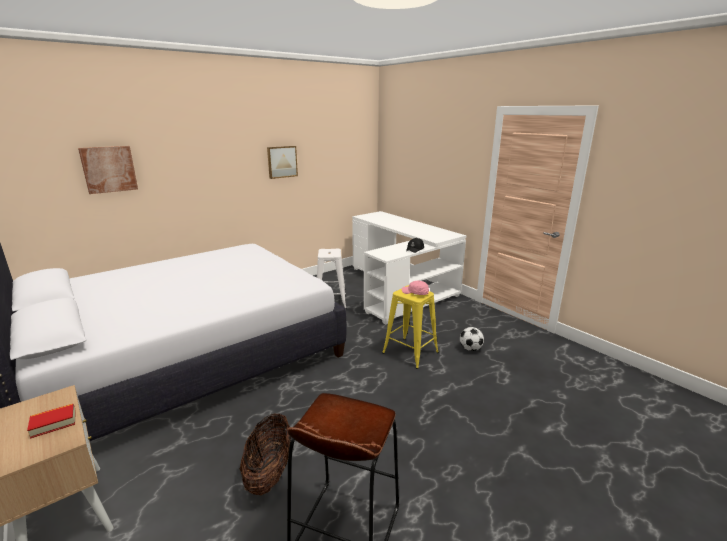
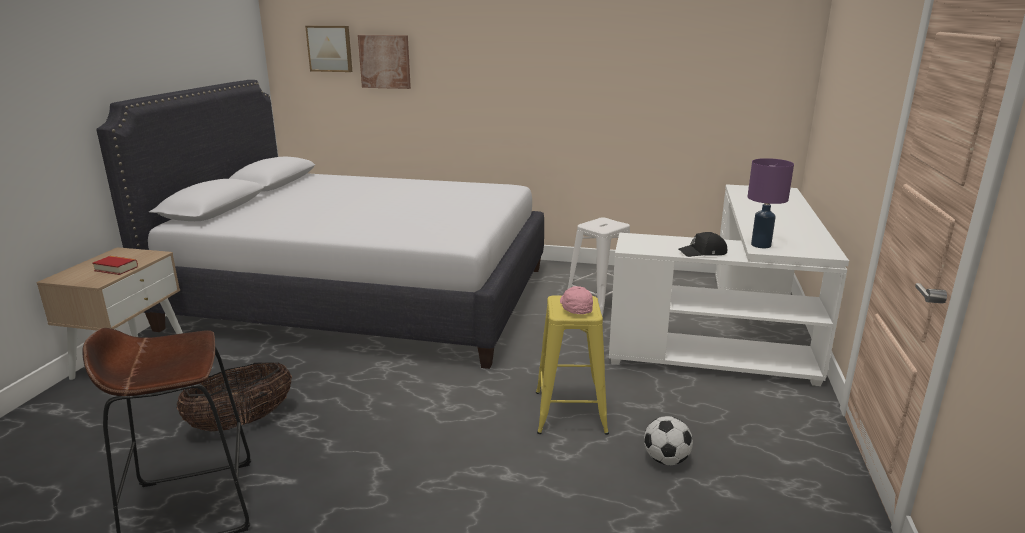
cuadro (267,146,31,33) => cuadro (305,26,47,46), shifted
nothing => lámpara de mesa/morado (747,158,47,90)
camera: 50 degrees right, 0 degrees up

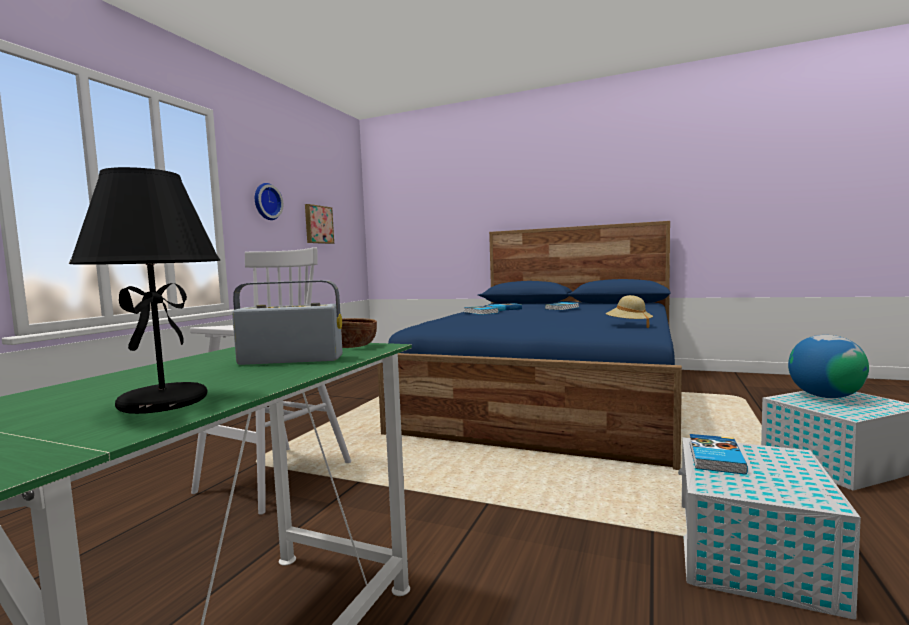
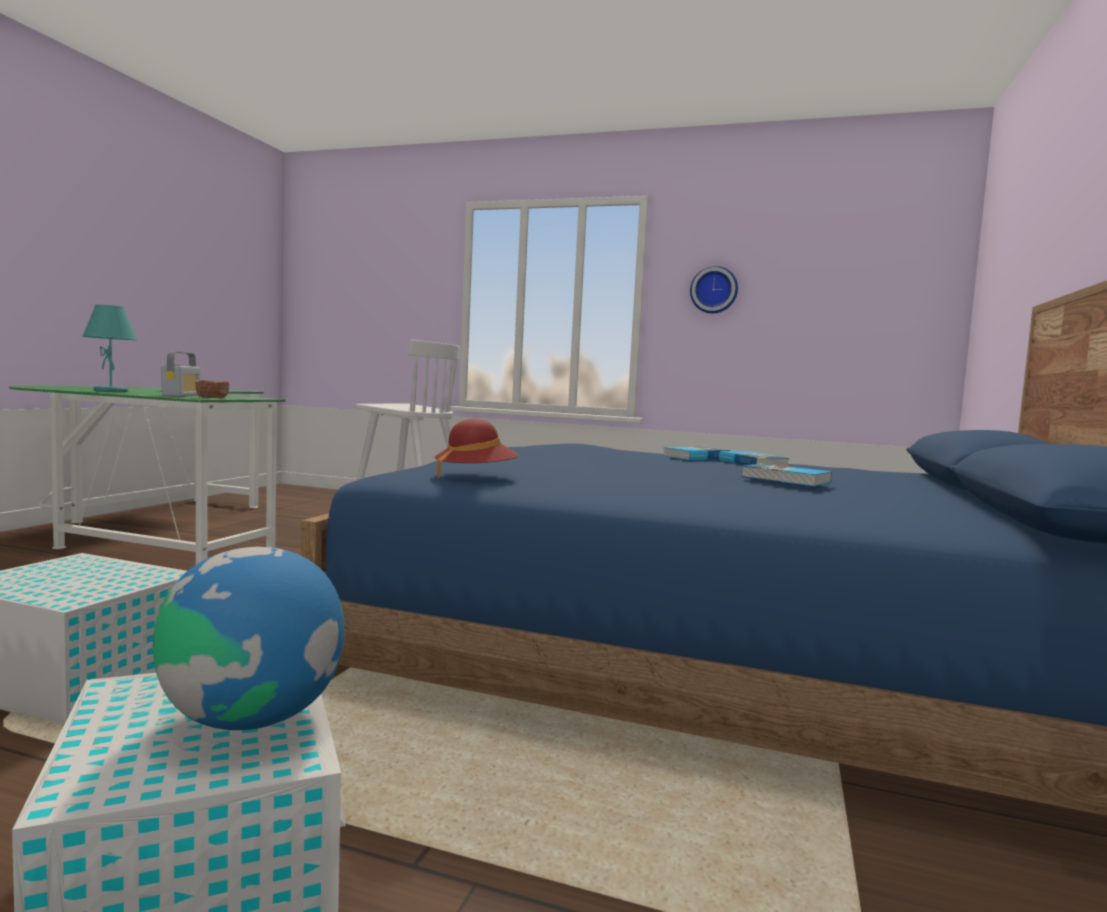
lámpara de mesa/negro (69,167,151,247) => lámpara de mesa/turquesa (82,305,55,87)
cuadro (305,204,29,40) => nothing
sombrero/beis (606,295,47,33) => sombrero/rojo (434,419,85,60)
libro (690,434,58,41) => nothing
camera: 85 degrees right, 0 degrees up

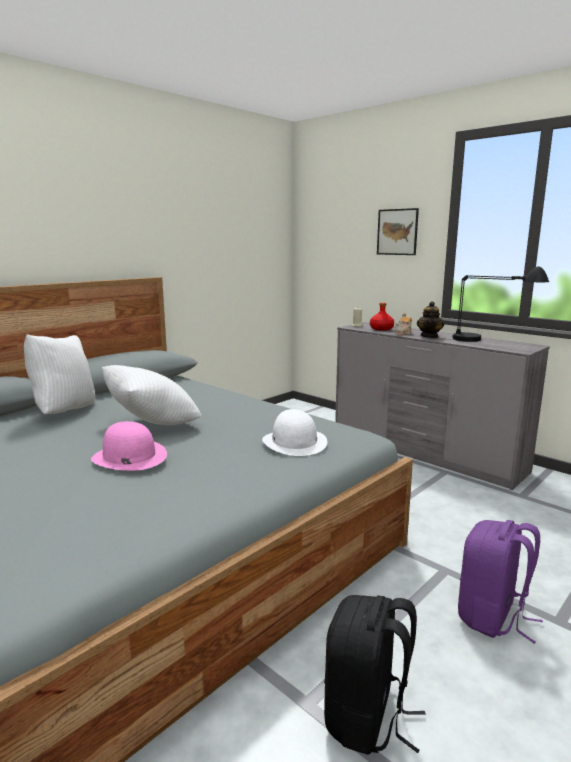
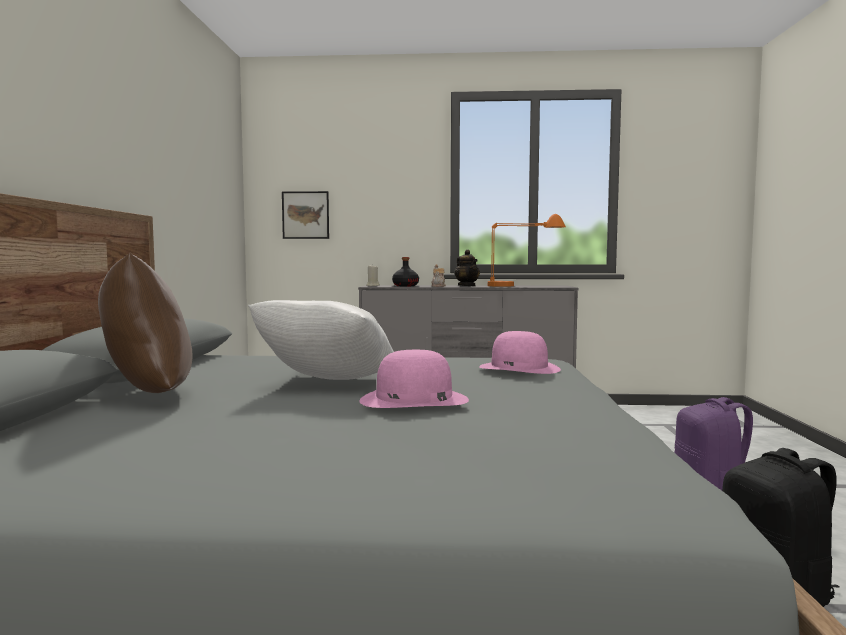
cuadro (377,208,42,47) => cuadro (282,191,47,48), shifted
lámpara de mesa/negro (452,267,97,75) => lámpara de mesa/naranja (488,214,78,73)
botella/rojo (370,303,24,28) => botella/negro (392,257,27,29)
cojín/blanco (24,334,71,80) => cojín/marrón (98,252,95,141)
sombrero/blanco (262,409,65,47) => sombrero/rosa (479,331,82,43)
camera: 40 degrees left, 10 degrees down

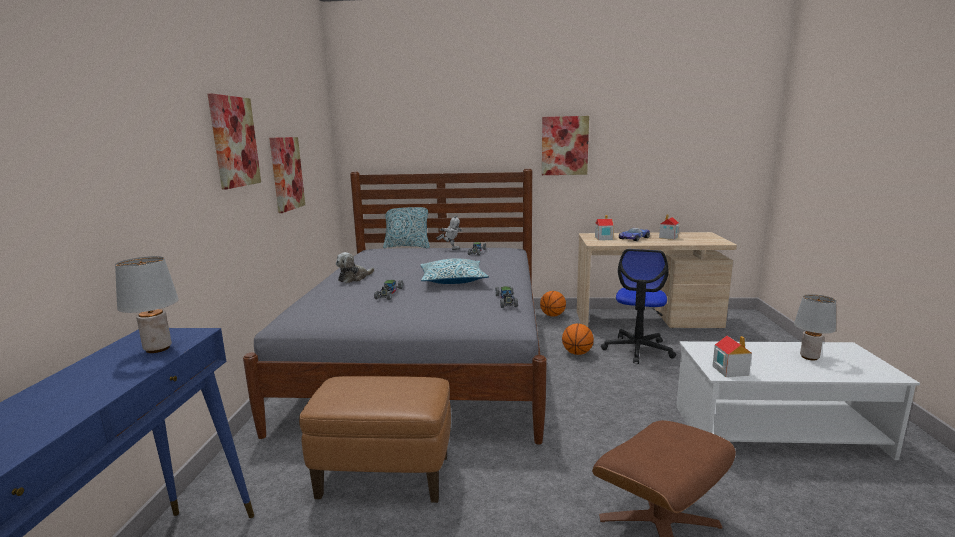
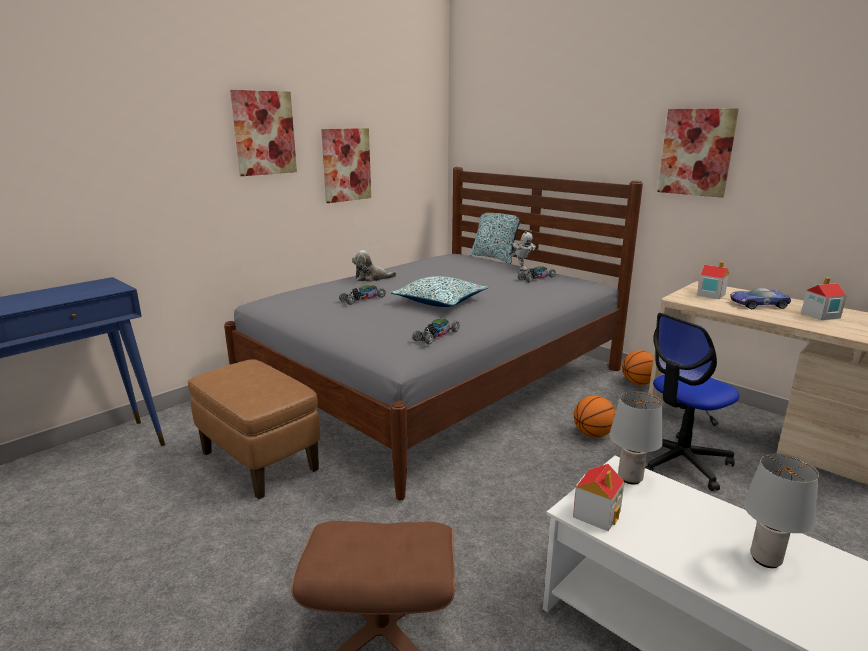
lámpara de mesa/gris (115,256,64,97) => lámpara de mesa/gris (610,391,53,93), shifted
camera: 40 degrees right, 5 degrees up

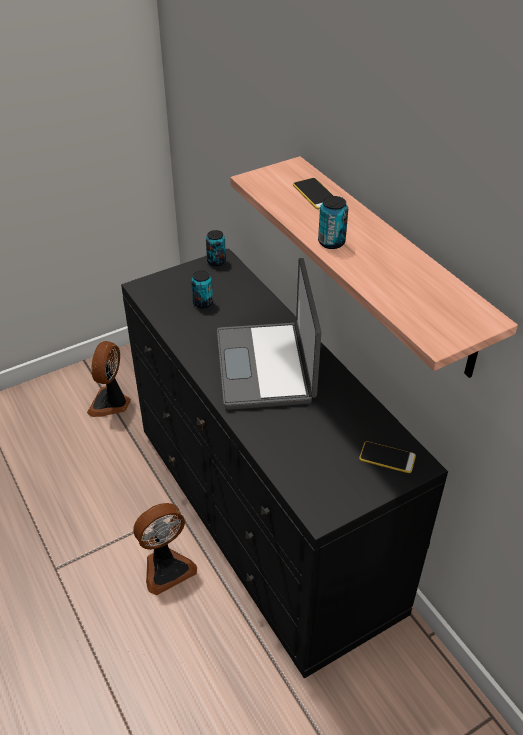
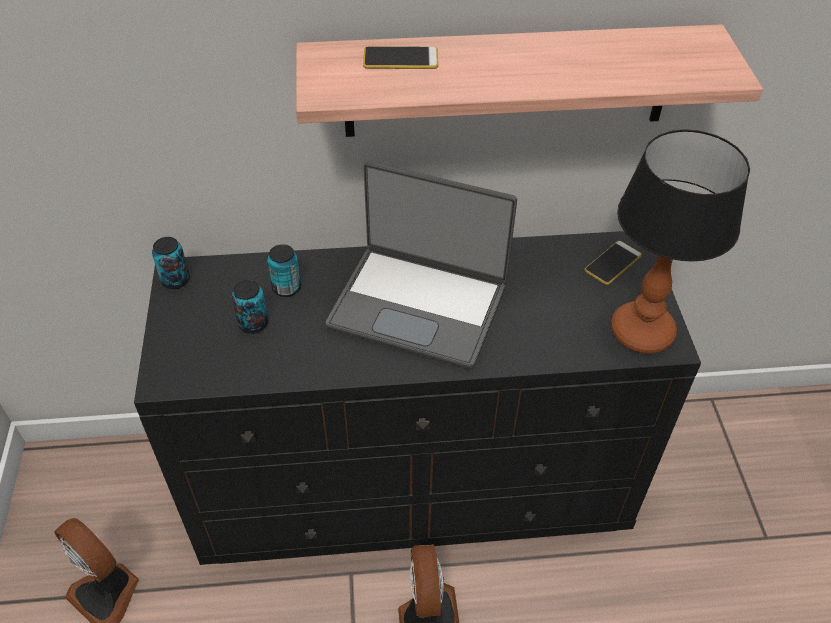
lata (318,196,30,53) => lata (267,244,34,53), shifted
nothing => lámpara de mesa (611,129,139,225)
camera: 65 degrees left, 5 degrees up

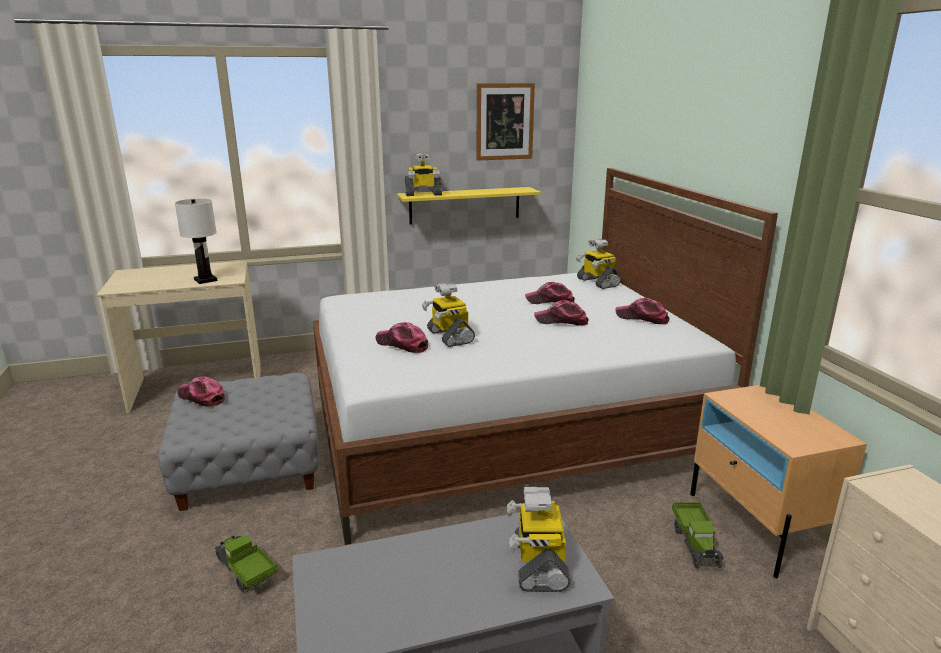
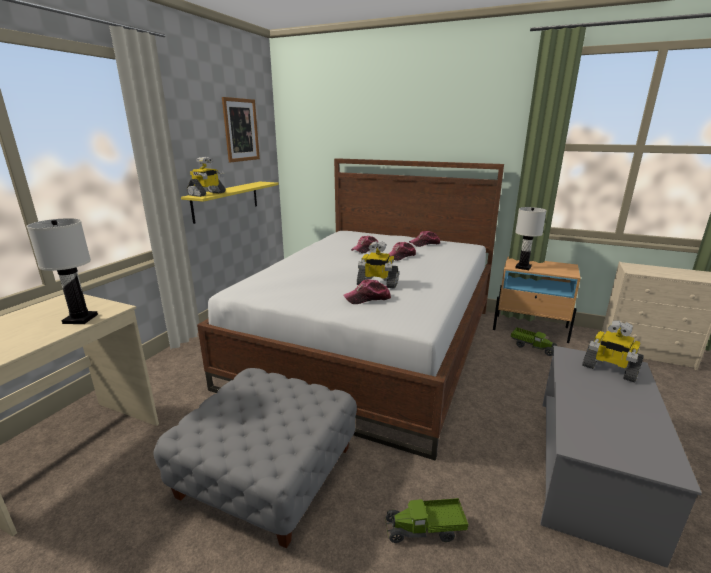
robot de juguete (576,239,45,50) => nothing
gorra (177,376,48,31) => nothing
nothing => lámpara de mesa/blanco (515,207,32,63)
camera: 50 degrees left, 0 degrees up

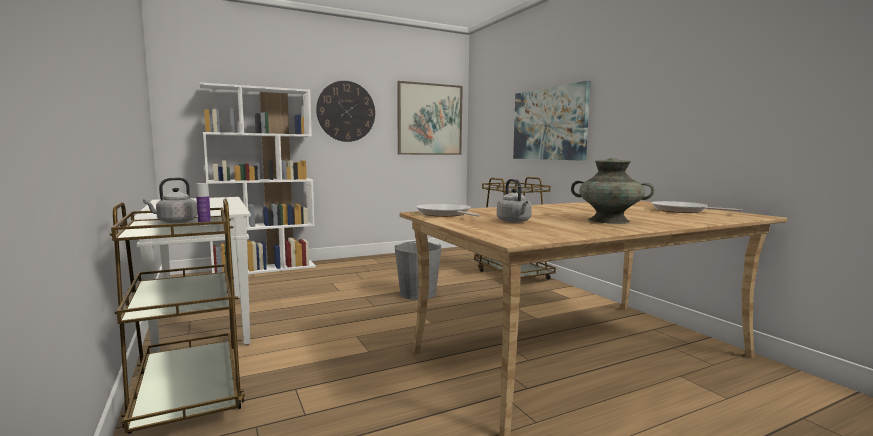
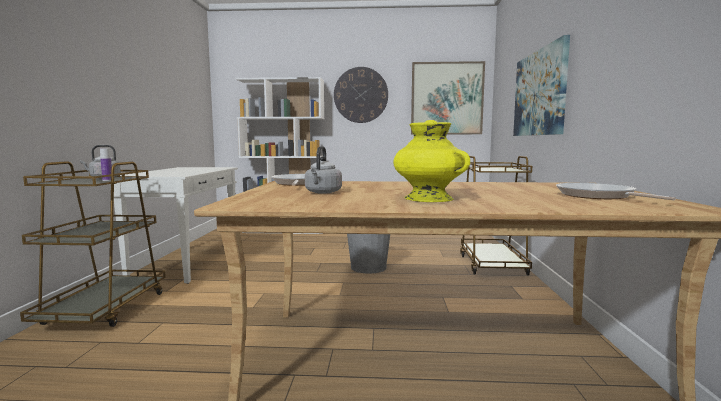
florero/turquesa (571,158,84,66) => florero/amarillo (393,120,77,82)
camera: 30 degrees right, 0 degrees up

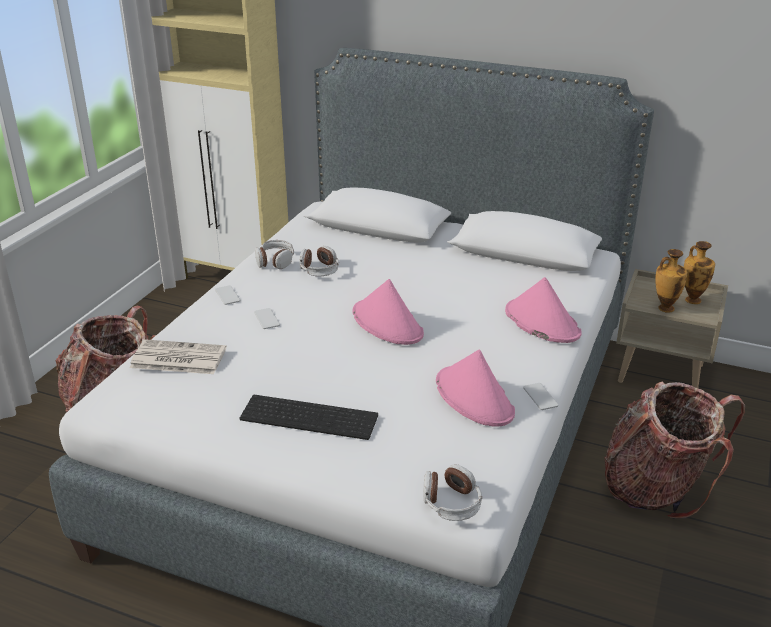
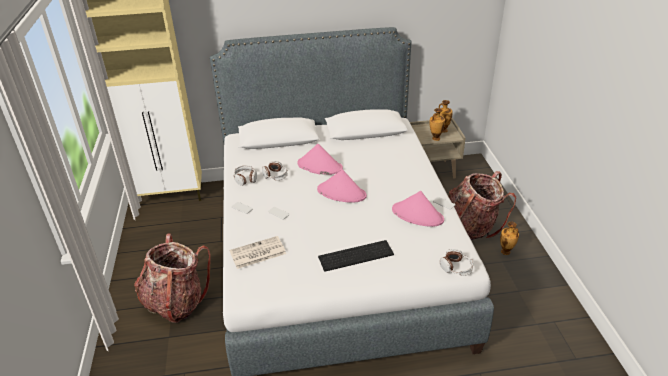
sombrero/rosa (505,277,77,66) => sombrero/rosa (298,144,45,31), shifted
nothing => florero (500,222,19,33)
camera: 30 degrees left, 5 degrees up

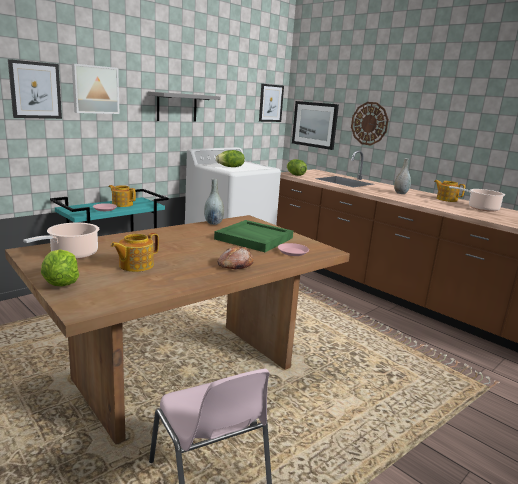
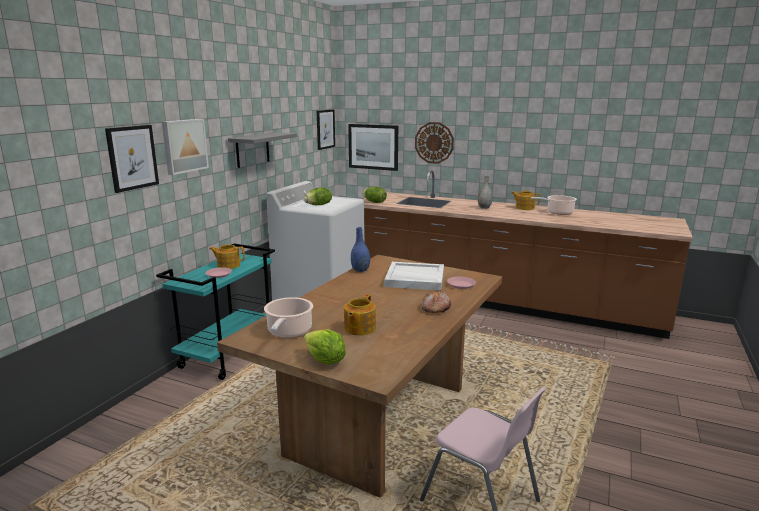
florero/gris (204,179,20,46) => florero/azul (351,227,19,45)
bandeja/verde (214,220,79,32) => bandeja/blanco (384,262,60,28)
camera: 20 degrees left, 0 degrees up

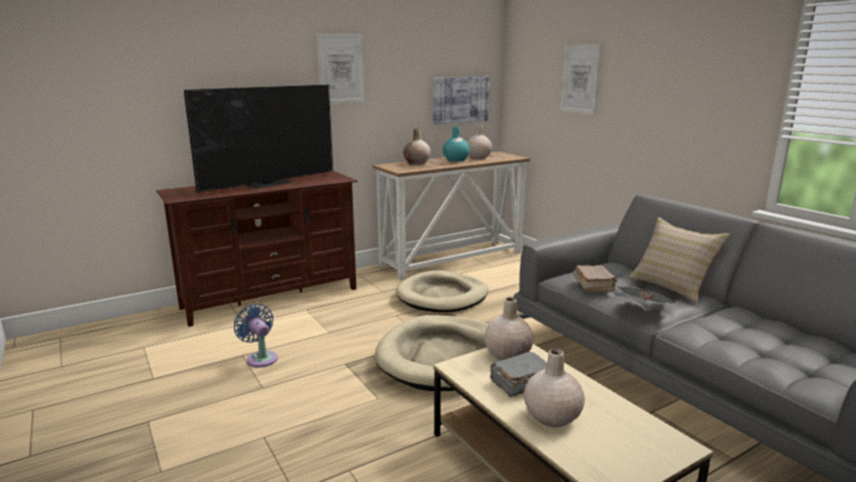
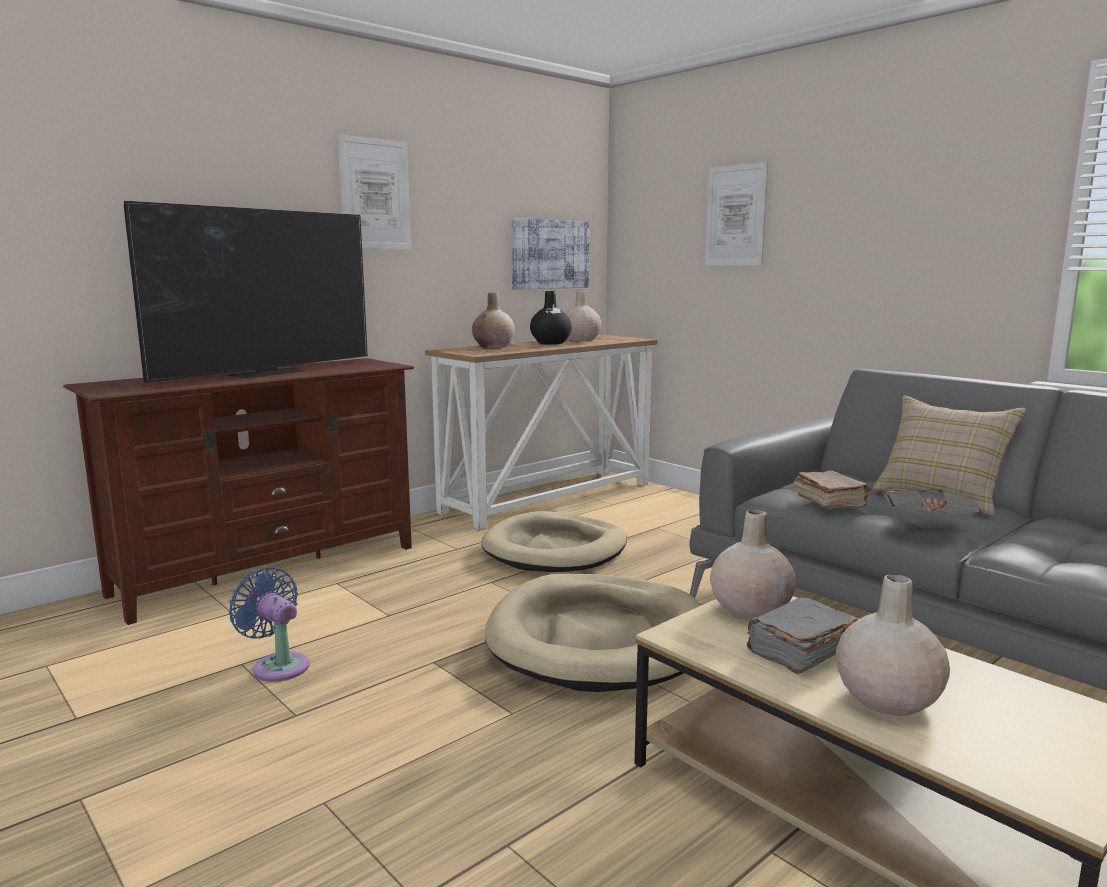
florero/turquesa (443,126,27,36) => florero/negro (530,291,42,53)
camera: 10 degrees left, 5 degrees down

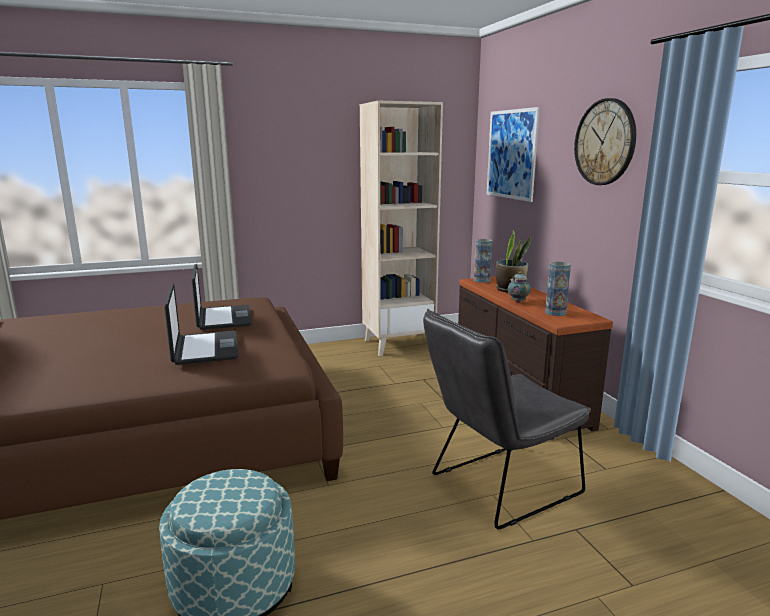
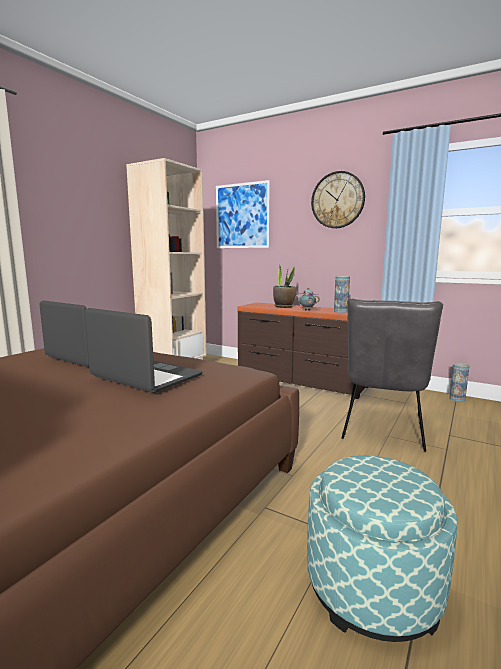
florero (474,239,18,44) => florero (449,363,20,39), shifted
camera: 40 degrees left, 5 degrees down

